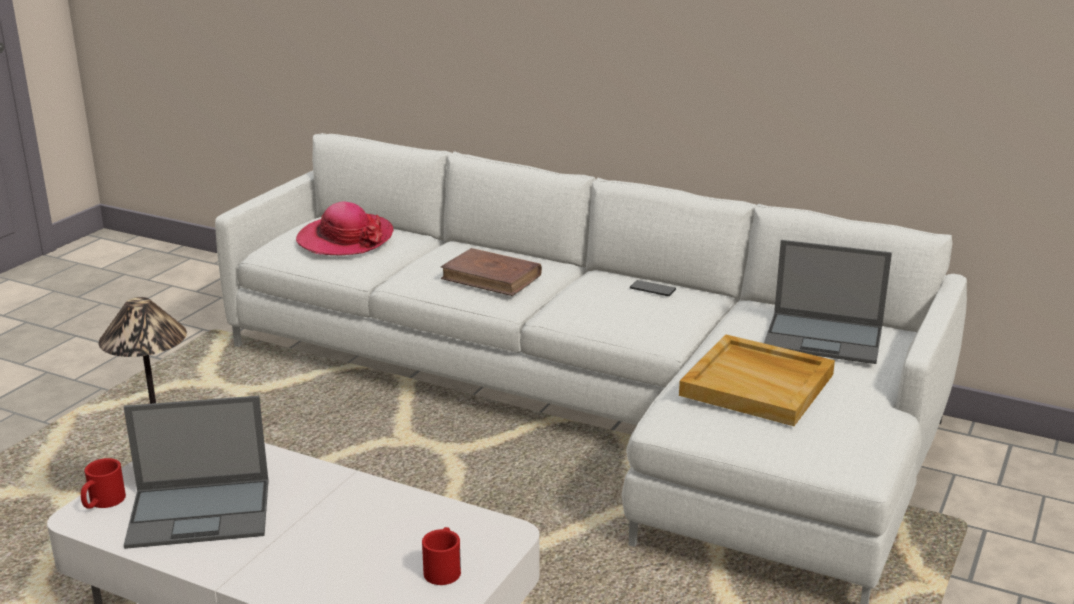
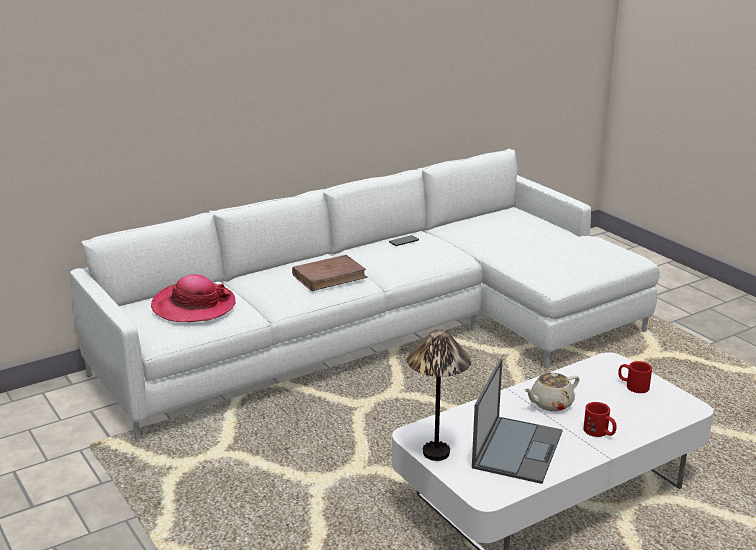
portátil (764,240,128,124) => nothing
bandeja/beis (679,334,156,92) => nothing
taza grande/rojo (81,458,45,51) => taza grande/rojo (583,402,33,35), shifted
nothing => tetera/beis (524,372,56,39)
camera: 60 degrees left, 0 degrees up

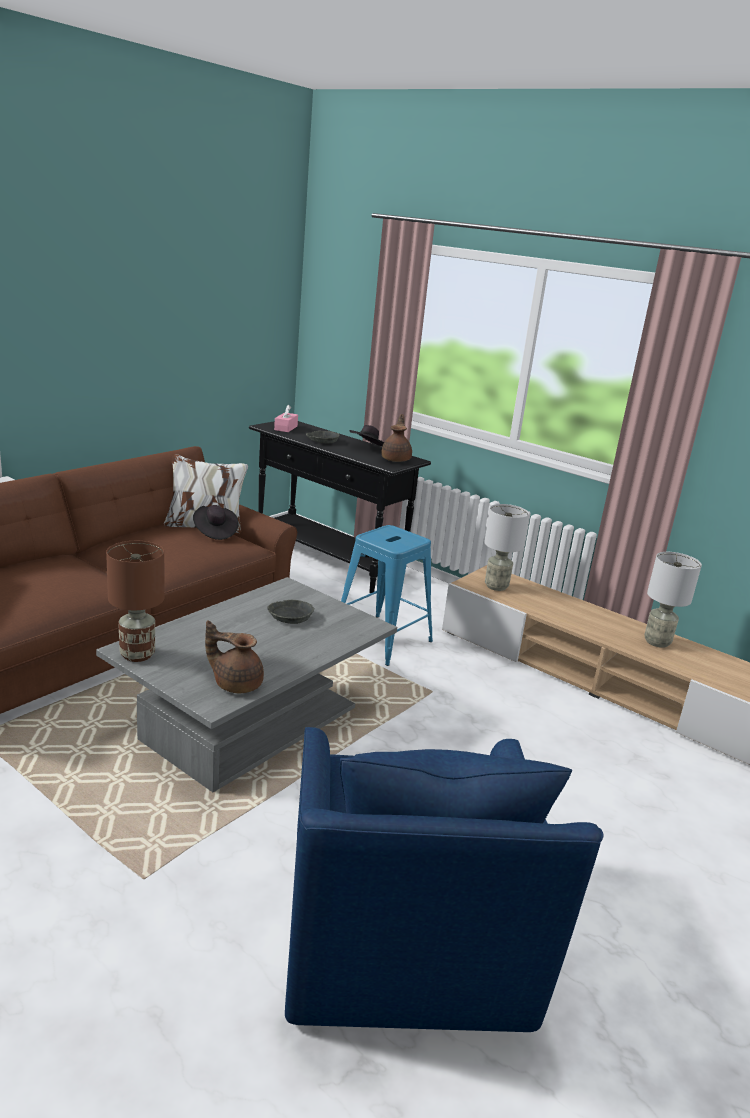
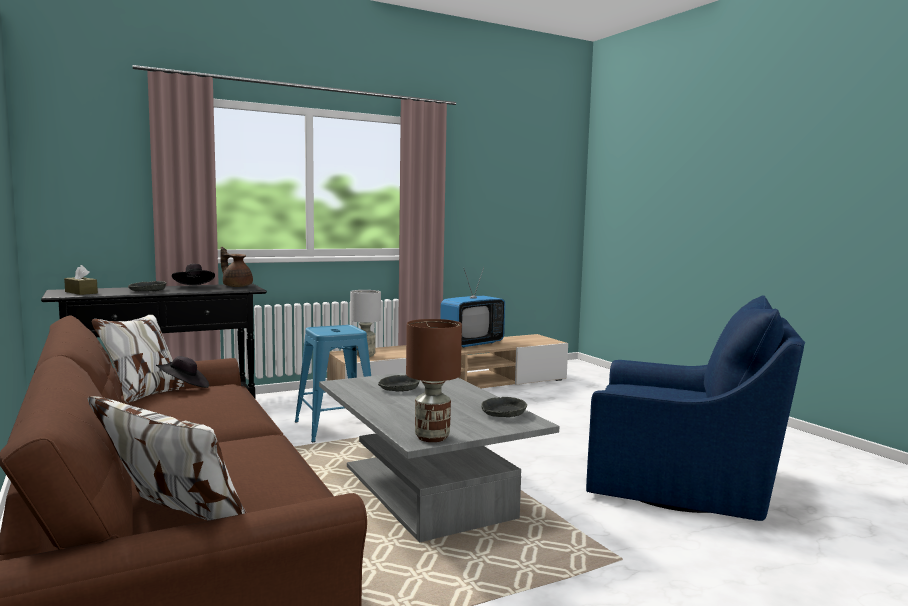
caja de pañuelos/rosa (274,405,24,27) => caja de pañuelos/marrón (64,265,34,30)
lámpara de mesa/gris (644,552,58,96) => televisor (440,267,65,81)
tetera/marrón (205,621,59,72) => cuenco/gris (481,397,46,20)
camera: 65 degrees left, 15 degrees down

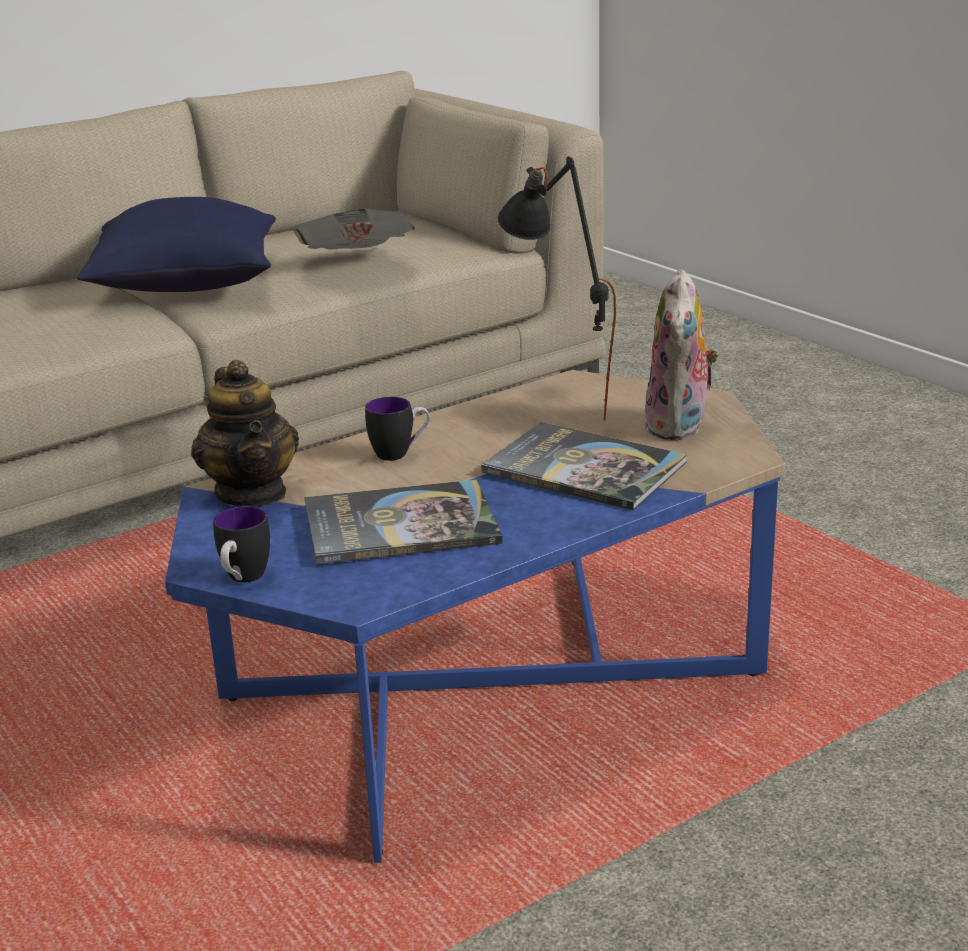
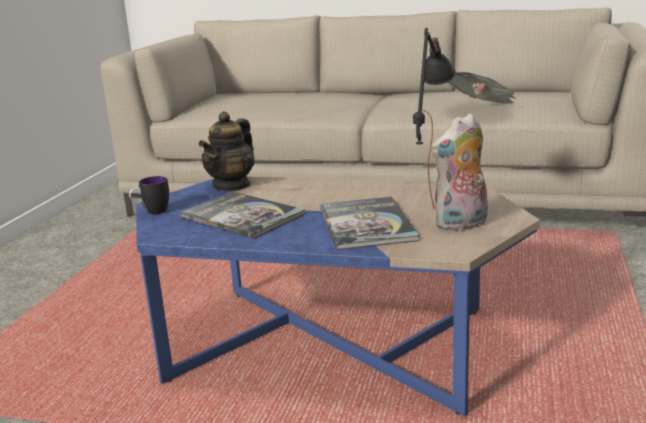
cojín/azul (77,197,199,95) => nothing
taza grande (365,397,65,64) => nothing
camera: 50 degrees right, 5 degrees down

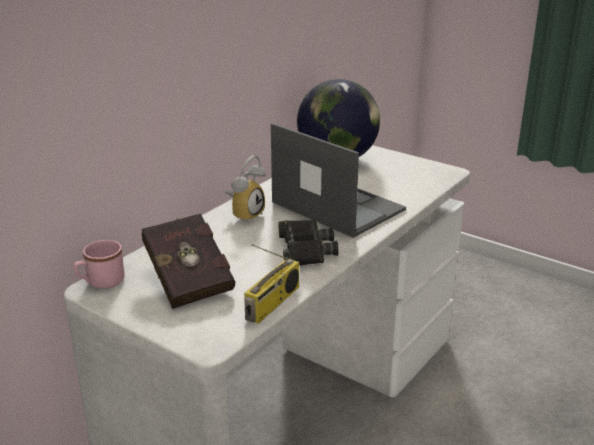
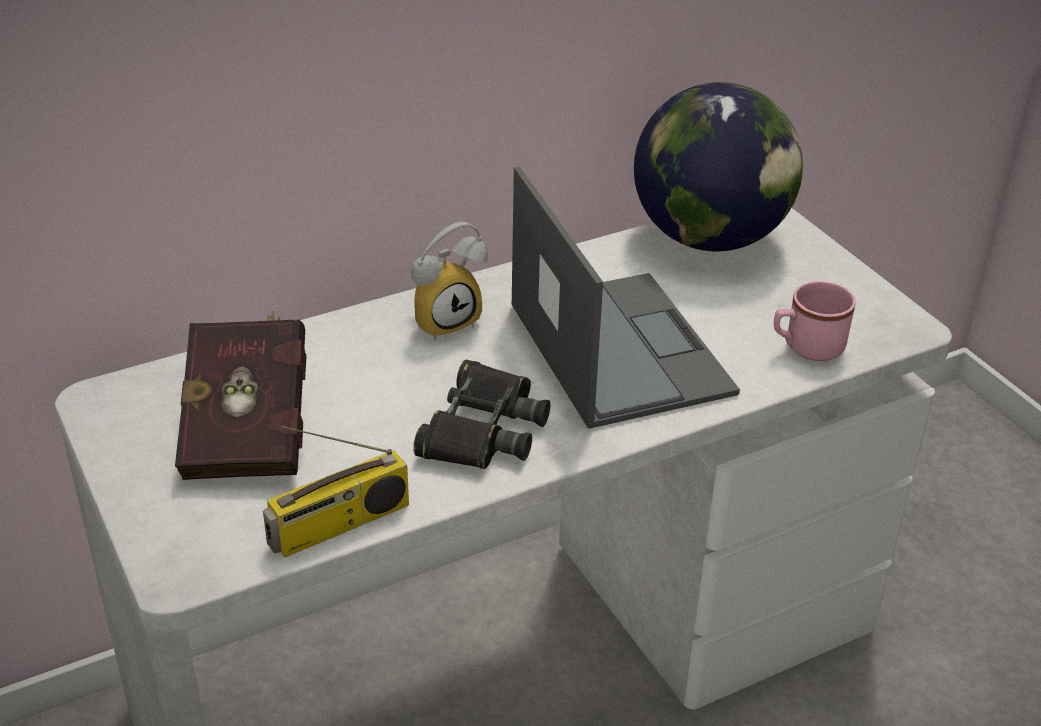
taza grande/rosa (74,240,51,49) => taza grande/rosa (774,281,82,80), shifted
camera: 25 degrees right, 10 degrees up

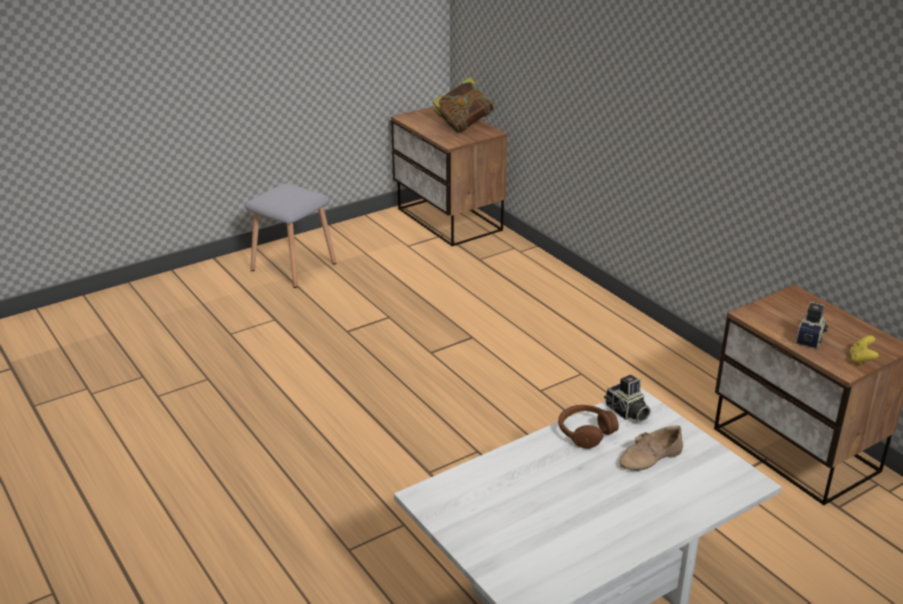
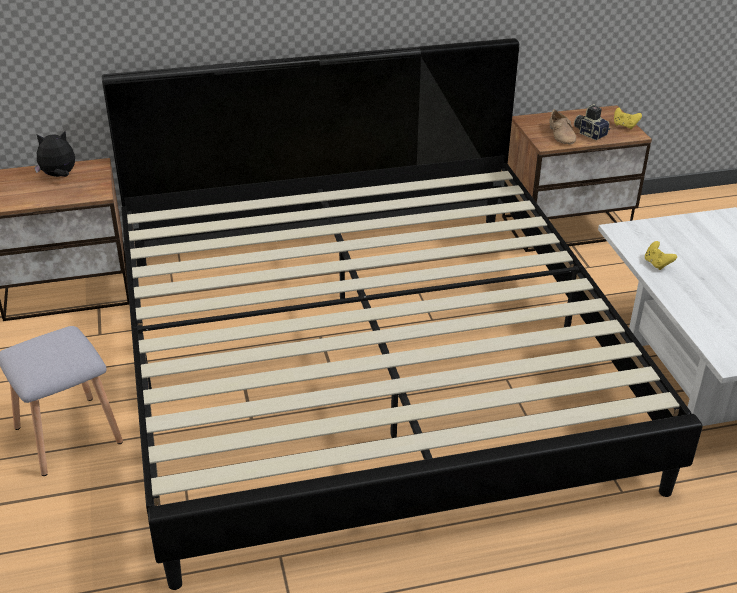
libro (432,77,63,56) => peluche (34,131,41,46)
cámara (604,375,47,47) => nothing
auriculares/marrón (558,405,61,44) => mando de consola/amarillo (645,241,32,29)
zapato/beis (619,426,64,45) => zapato/beis (549,109,27,36), shifted
nothing => cama (102,38,600,552)
camera: 70 degrees left, 5 degrees up

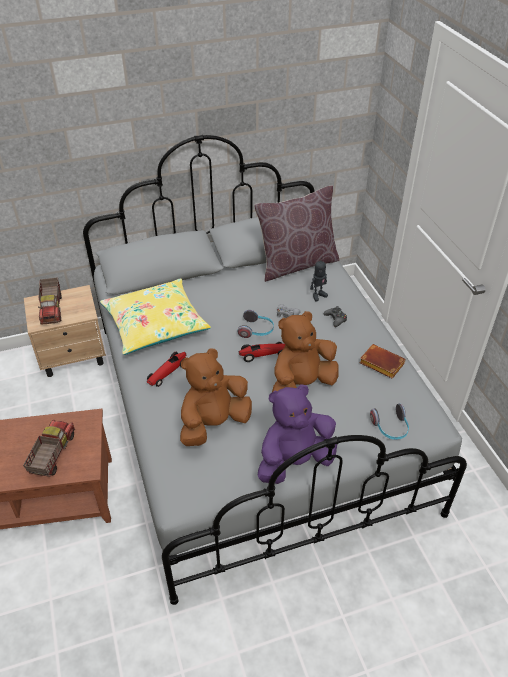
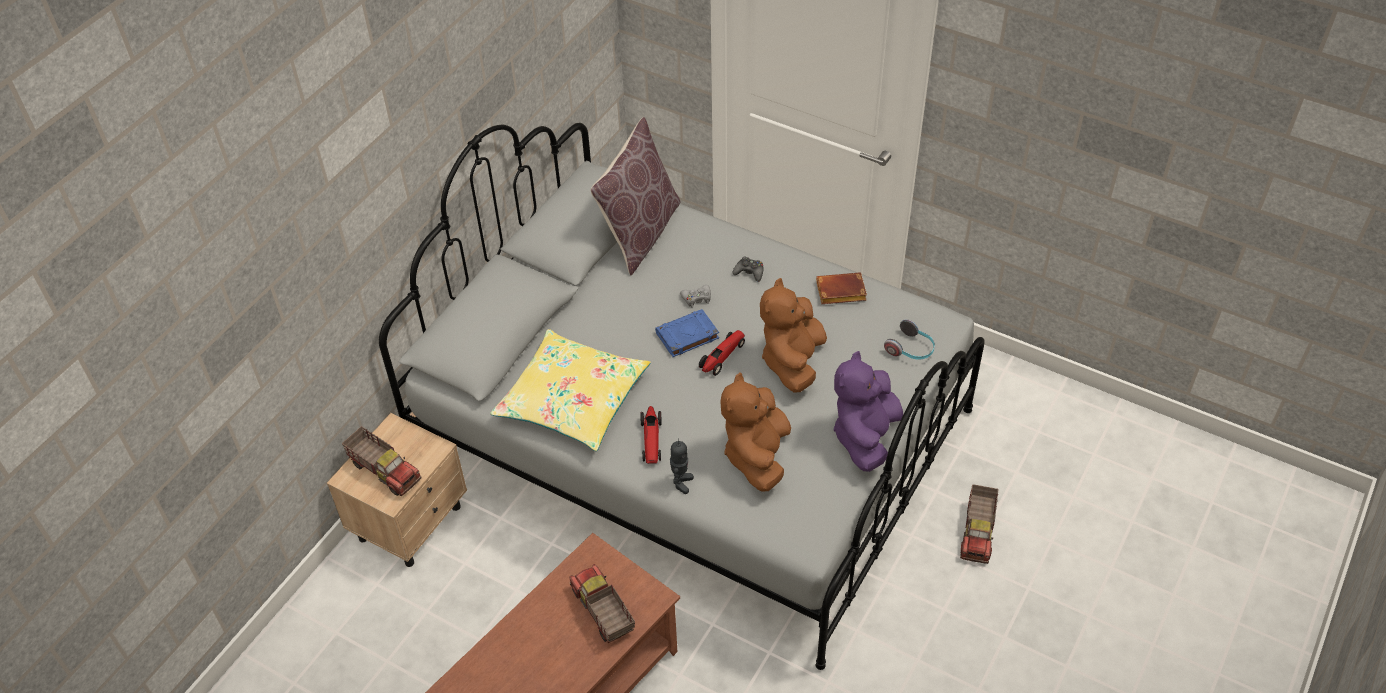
robot de juguete (310,257,18,45) => robot de juguete (670,438,24,56), shifted
auriculares (237,310,37,28) => libro/azul (655,309,64,48)
nothing => camión de juguete (960,484,39,80)
camera: 40 degrees left, 5 degrees up

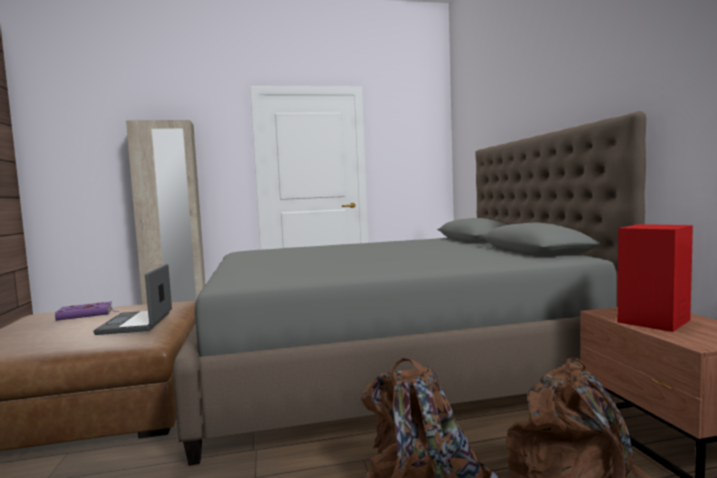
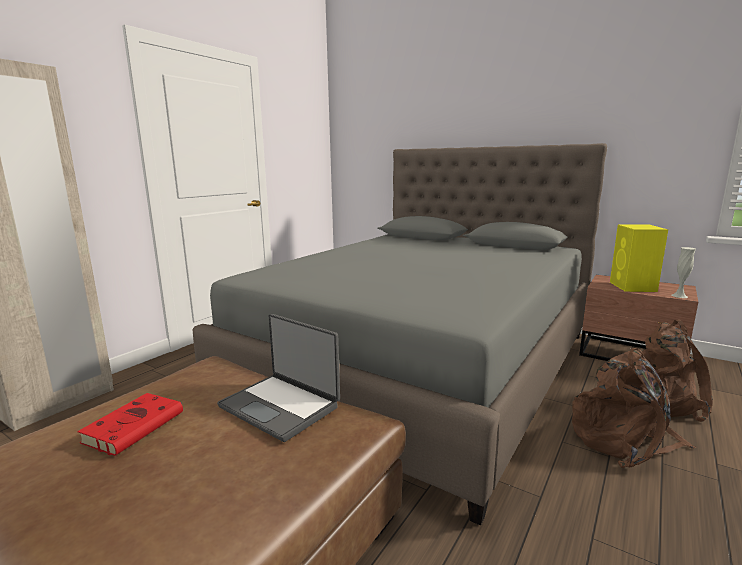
altavoz/rojo (617,224,76,108) => altavoz/amarillo (610,224,58,68)
libro/morado (55,301,65,20) => libro/rojo (77,393,106,63)
nothing => florero/blanco (672,247,24,51)
camera: 45 degrees left, 10 degrees up

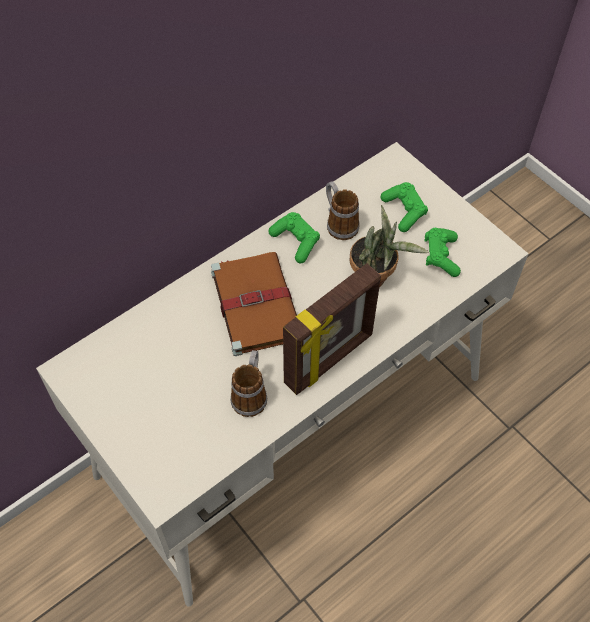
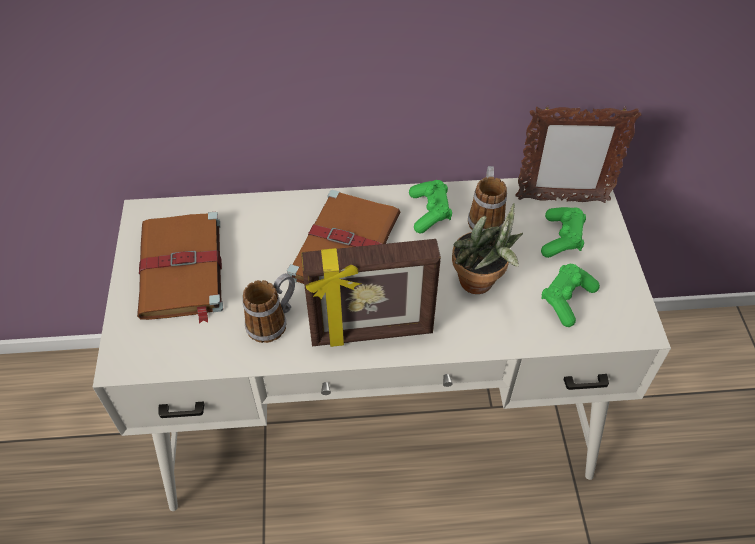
nothing => portarretratos (515,105,126,98)
nothing => libro/marrón (137,212,86,112)
camera: 35 degrees right, 5 degrees down

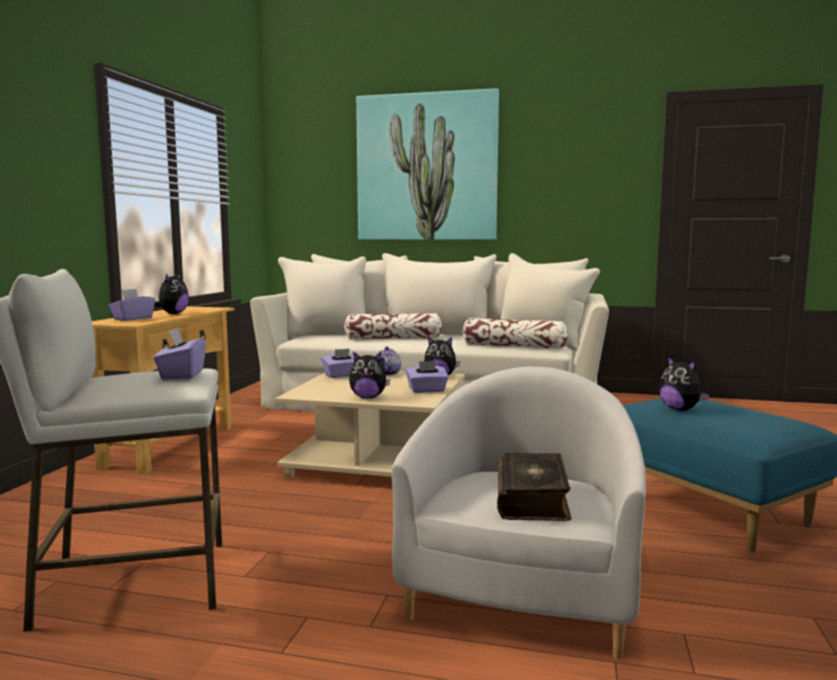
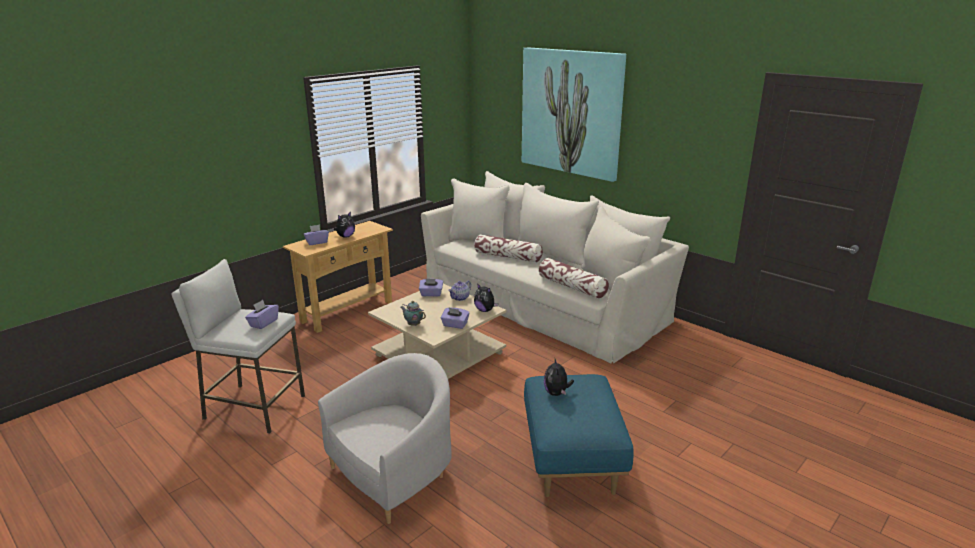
peluche (349,352,41,46) => tetera (400,301,26,25)
libro (497,453,75,68) => nothing
camera: 30 degrees right, 15 degrees up

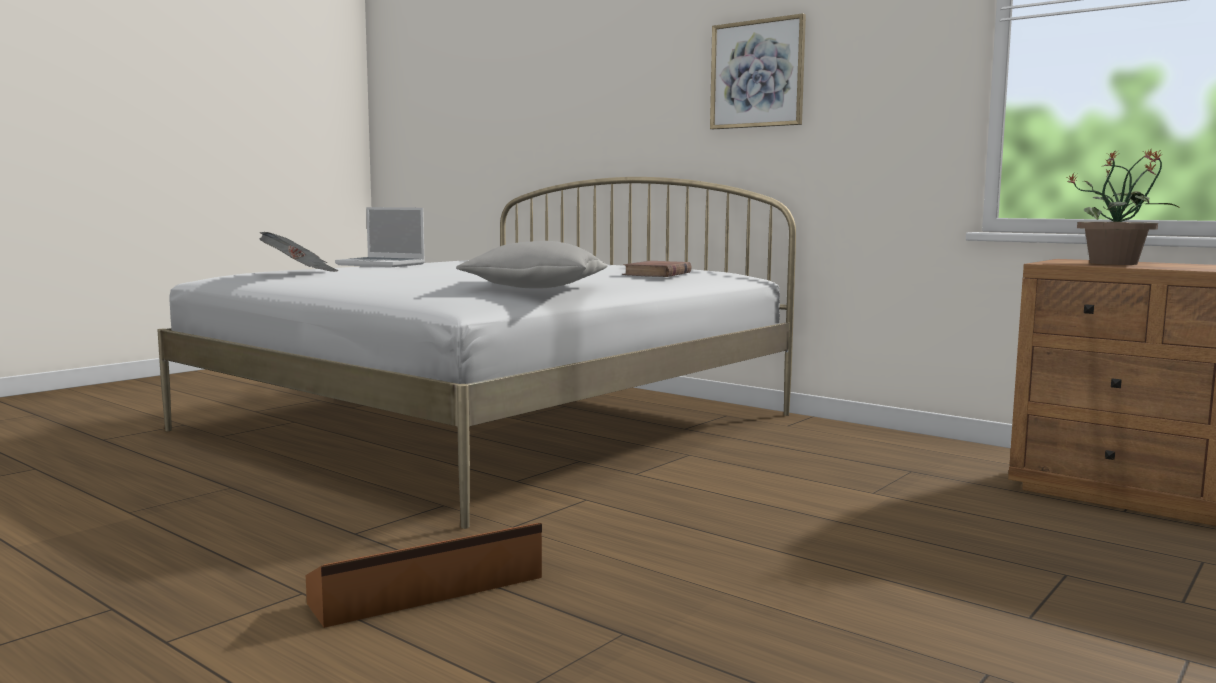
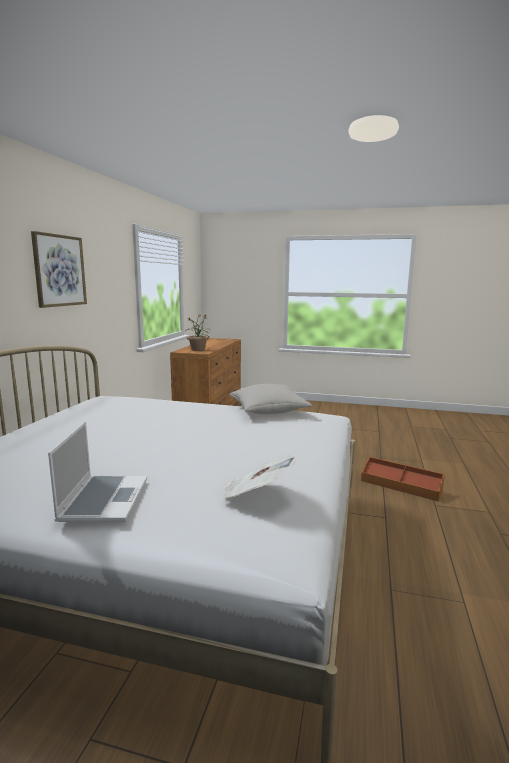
libro/marrón (622,261,70,16) => nothing
camera: 115 degrees left, 5 degrees up

